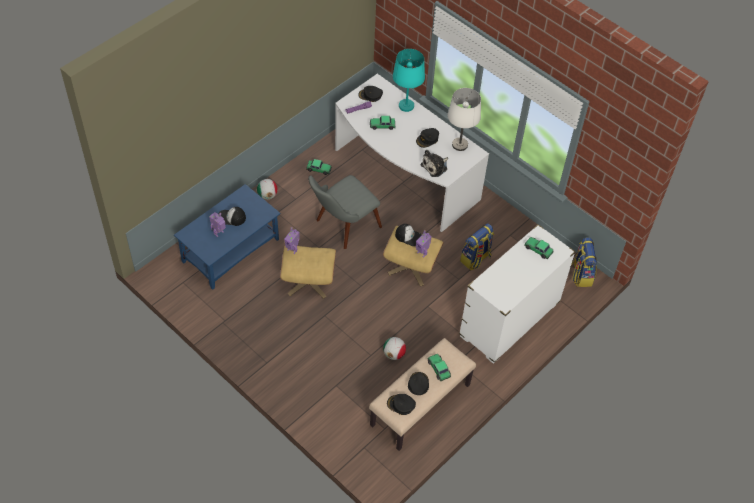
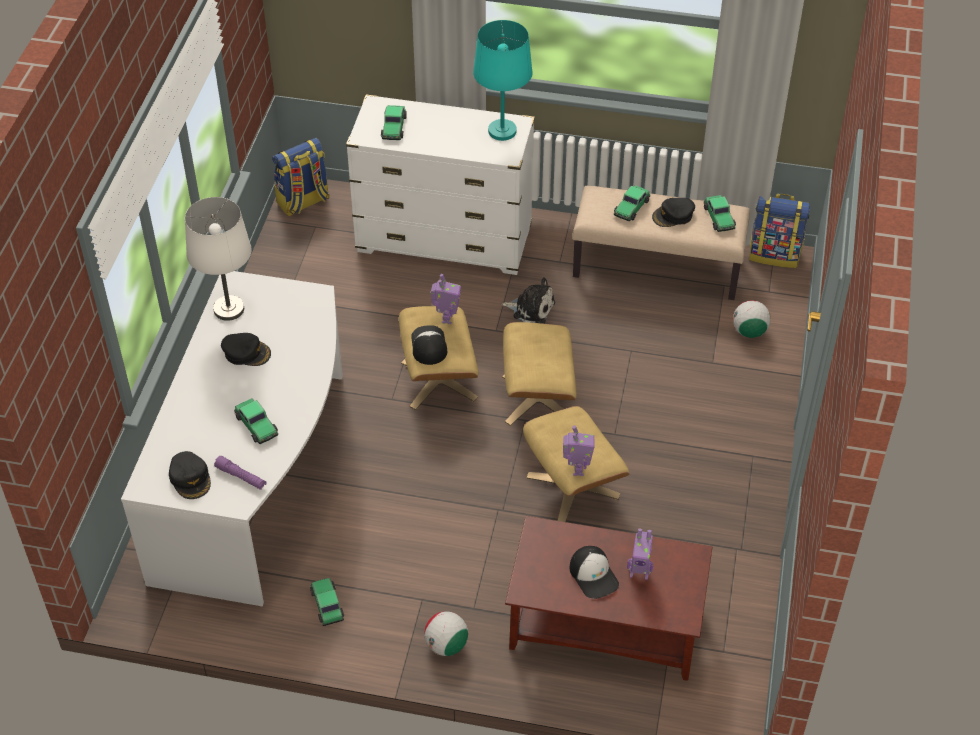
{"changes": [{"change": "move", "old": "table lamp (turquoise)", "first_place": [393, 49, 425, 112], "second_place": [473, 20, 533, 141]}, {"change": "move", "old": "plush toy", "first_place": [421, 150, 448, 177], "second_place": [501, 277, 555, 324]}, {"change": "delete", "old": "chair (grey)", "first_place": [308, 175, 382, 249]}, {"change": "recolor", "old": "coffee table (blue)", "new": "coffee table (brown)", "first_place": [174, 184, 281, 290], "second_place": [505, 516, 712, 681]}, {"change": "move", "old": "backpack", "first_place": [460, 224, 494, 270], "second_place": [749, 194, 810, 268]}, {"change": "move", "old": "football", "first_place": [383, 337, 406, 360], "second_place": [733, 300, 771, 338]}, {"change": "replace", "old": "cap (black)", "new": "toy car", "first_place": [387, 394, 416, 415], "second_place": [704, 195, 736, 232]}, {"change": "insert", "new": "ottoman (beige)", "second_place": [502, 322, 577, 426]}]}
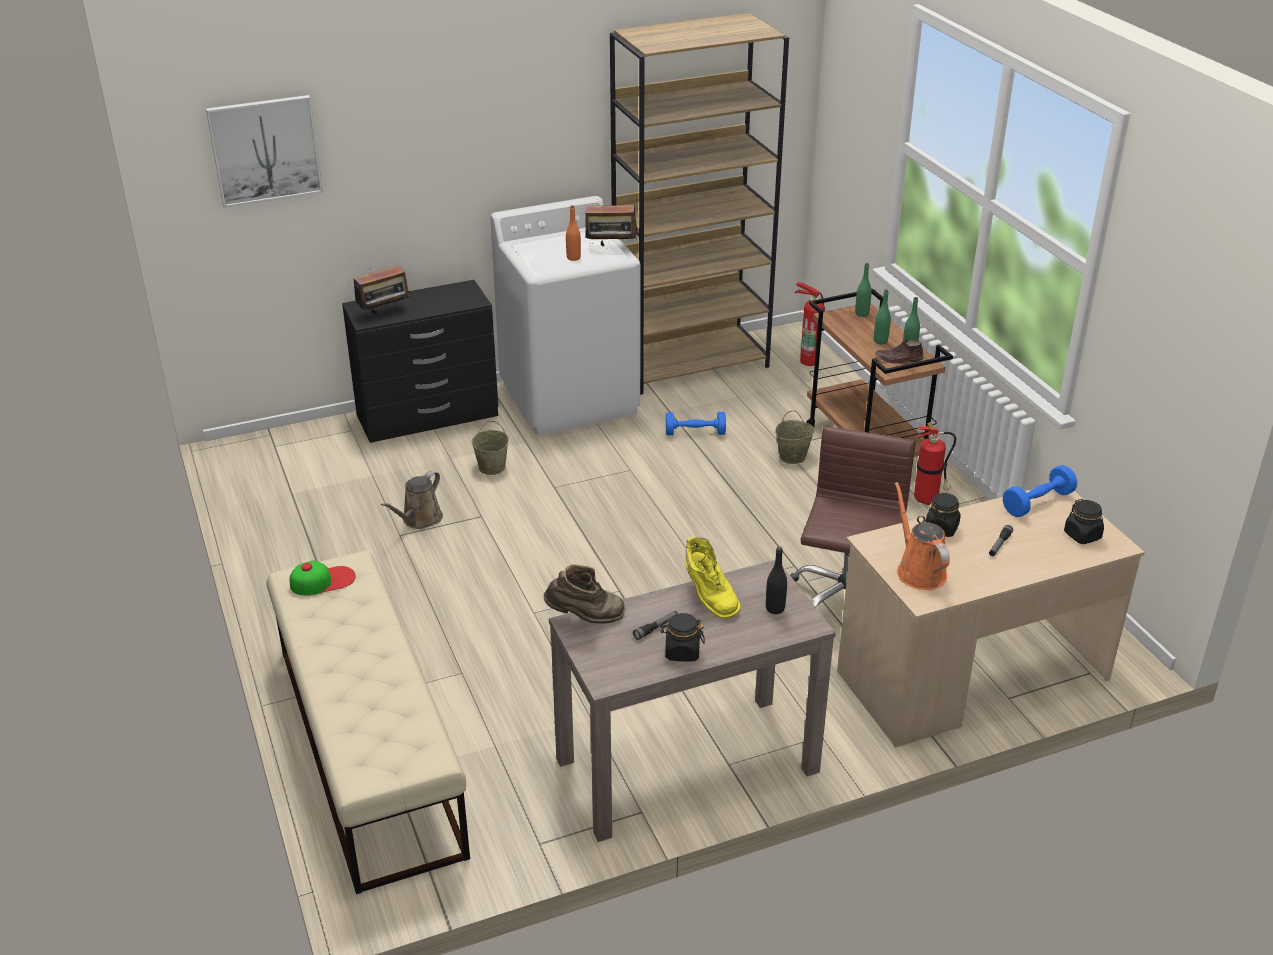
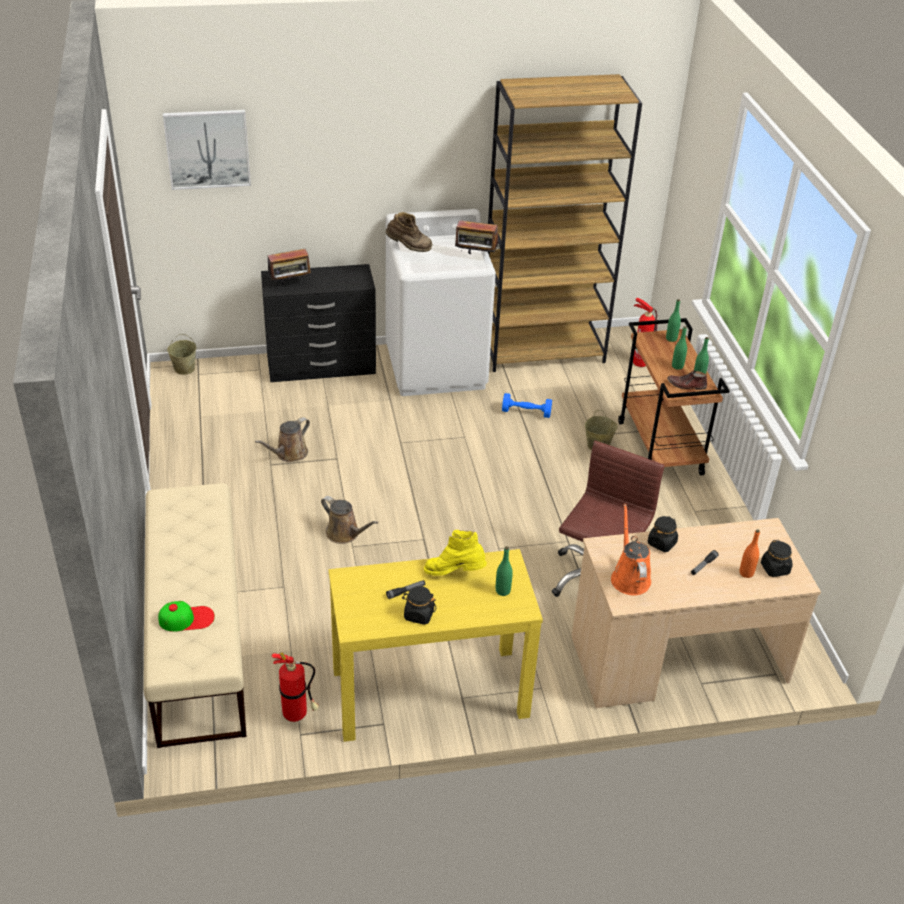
{"changes": [{"change": "move", "old": "bottle (orange)", "first_place": [566, 205, 581, 261], "second_place": [740, 529, 760, 578]}, {"change": "move", "old": "bucket (beige)", "first_place": [472, 421, 509, 475], "second_place": [167, 334, 196, 375]}, {"change": "move", "old": "fire extinguisher", "first_place": [914, 422, 956, 505], "second_place": [271, 652, 319, 722]}, {"change": "delete", "old": "dumbbell (blue)", "first_place": [1003, 465, 1077, 517]}, {"change": "rotate", "old": "boot (yellow)", "first_place": [686, 536, 741, 619], "second_place": [424, 530, 487, 576], "degrees": 120}, {"change": "recolor", "old": "bottle (black)", "new": "bottle (green)", "first_place": [766, 546, 787, 614], "second_place": [496, 546, 513, 596]}, {"change": "recolor", "old": "console table (brown)", "new": "console table (yellow)", "first_place": [549, 560, 836, 842], "second_place": [328, 549, 543, 742]}, {"change": "move", "old": "cap", "first_place": [289, 561, 356, 596], "second_place": [158, 601, 215, 632]}, {"change": "move", "old": "boot (brown)", "first_place": [544, 564, 625, 623], "second_place": [386, 212, 432, 252]}, {"change": "insert", "new": "watering can (brown)", "second_place": [321, 496, 378, 544]}]}
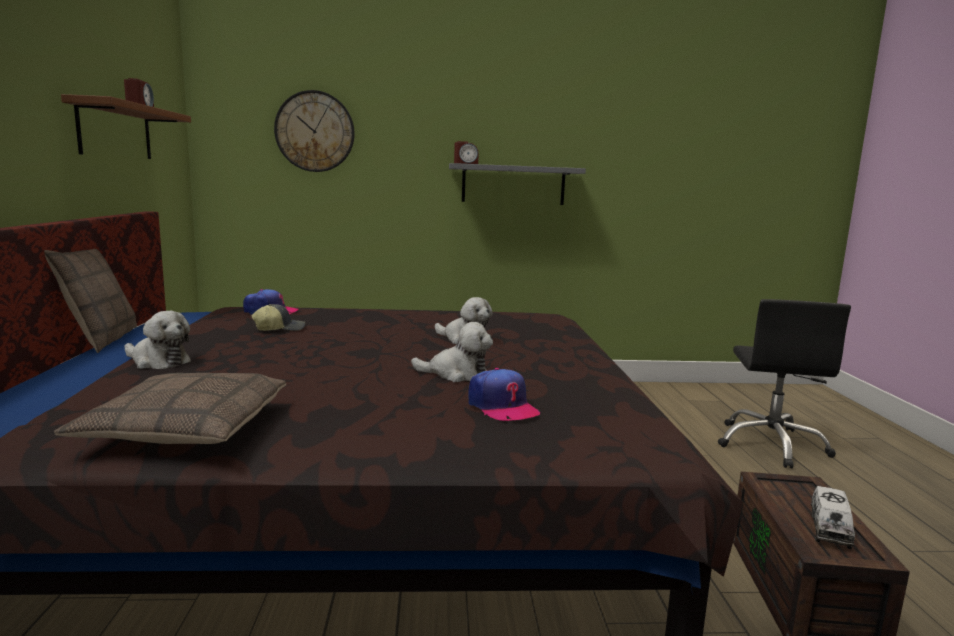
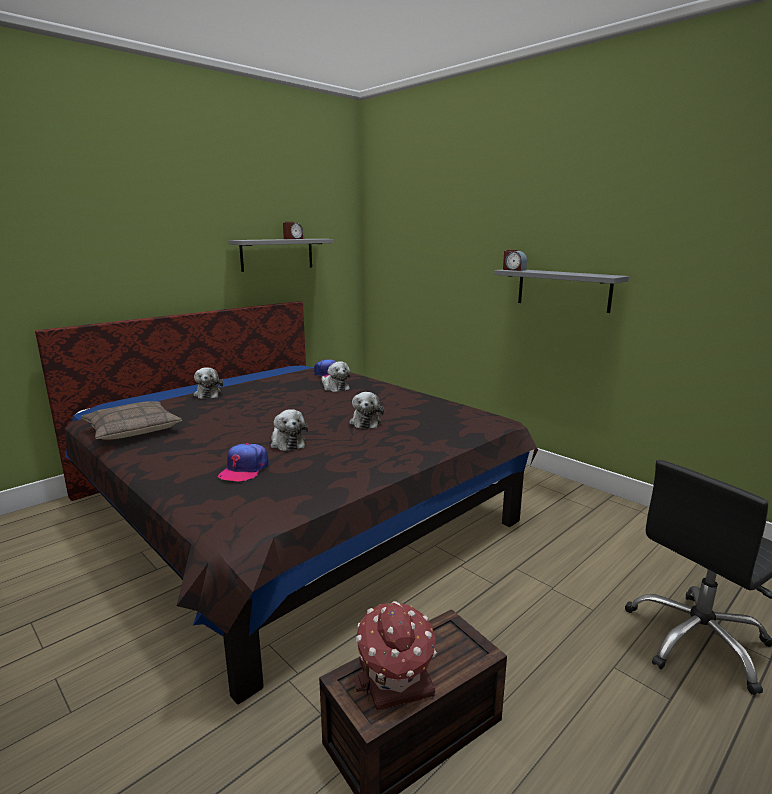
{"changes": [{"change": "delete", "old": "wall clock", "first_place": [274, 90, 355, 172]}, {"change": "recolor", "old": "shelf (brown)", "new": "shelf (grey)", "first_place": [61, 94, 191, 159], "second_place": [228, 239, 333, 272]}, {"change": "delete", "old": "pillow", "first_place": [44, 249, 137, 353]}, {"change": "delete", "old": "cap", "first_place": [252, 304, 305, 331]}, {"change": "replace", "old": "toy truck", "new": "toy house", "first_place": [811, 486, 855, 549], "second_place": [354, 601, 437, 711]}, {"change": "insert", "new": "plush toy", "second_place": [322, 362, 350, 392]}]}
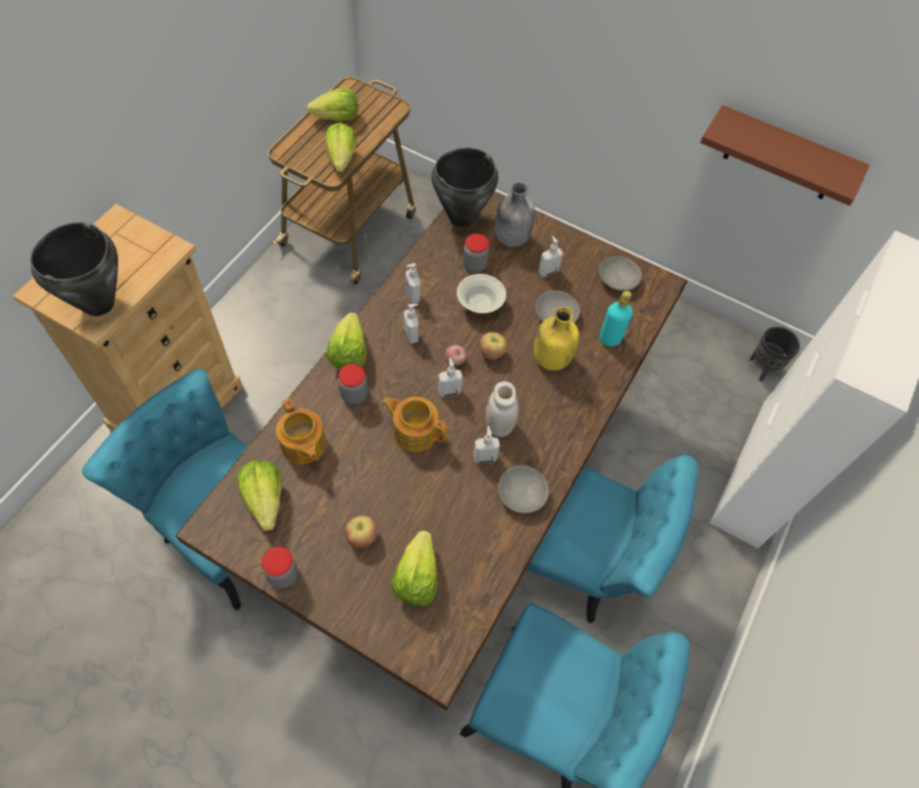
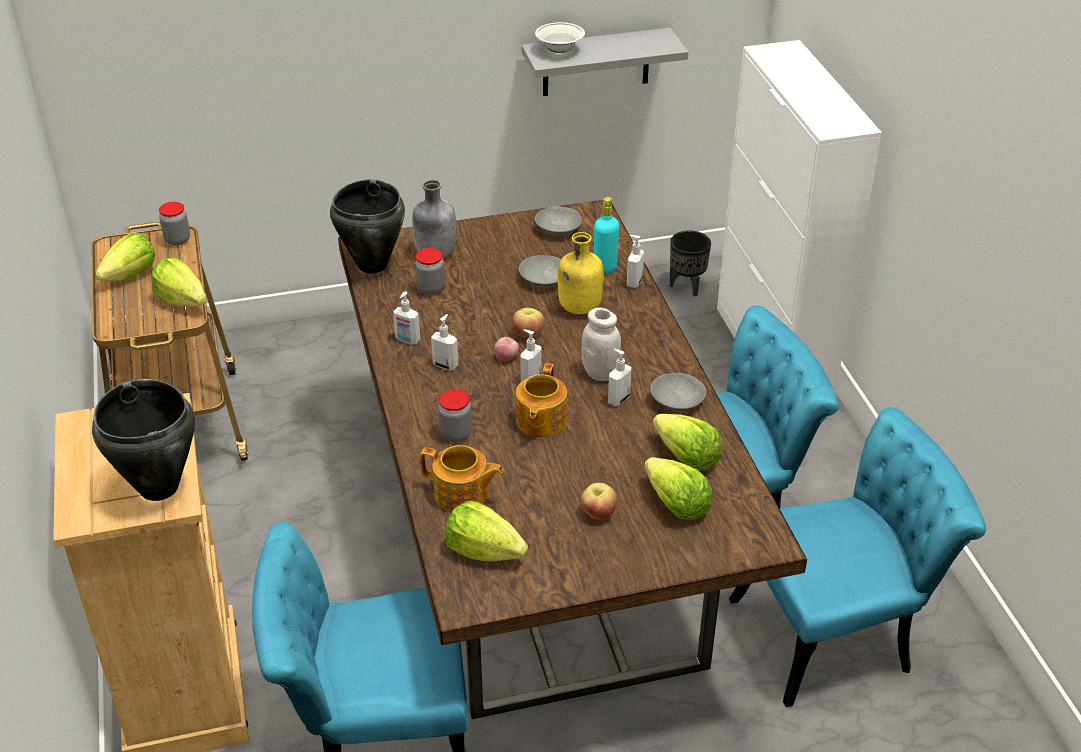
{"changes": [{"change": "recolor", "old": "shelf (brown)", "new": "shelf (grey)", "first_place": [700, 105, 870, 206], "second_place": [522, 28, 688, 96]}, {"change": "move", "old": "soap dispenser", "first_place": [538, 236, 563, 277], "second_place": [627, 235, 644, 288]}, {"change": "move", "old": "bowl (white)", "first_place": [457, 274, 506, 313], "second_place": [535, 22, 585, 53]}, {"change": "move", "old": "lettuce", "first_place": [326, 312, 366, 370], "second_place": [653, 414, 722, 471]}, {"change": "rotate", "old": "teapot", "first_place": [382, 397, 448, 452], "second_place": [516, 363, 567, 437], "degrees": -60}, {"change": "move", "old": "jar", "first_place": [262, 547, 298, 588], "second_place": [159, 202, 190, 245]}]}
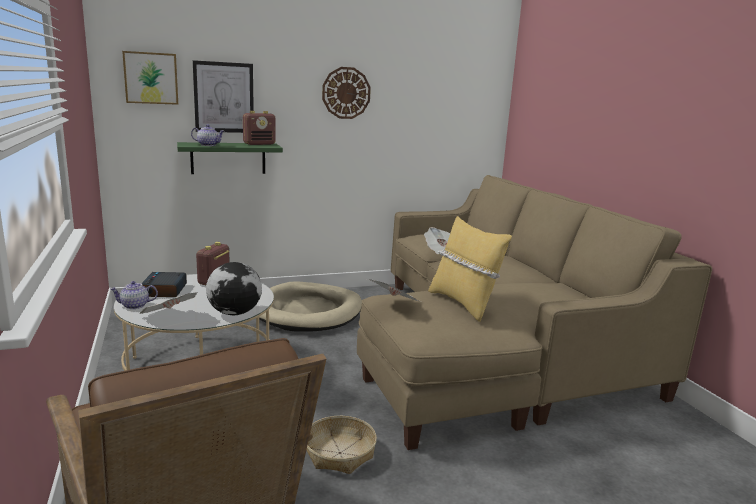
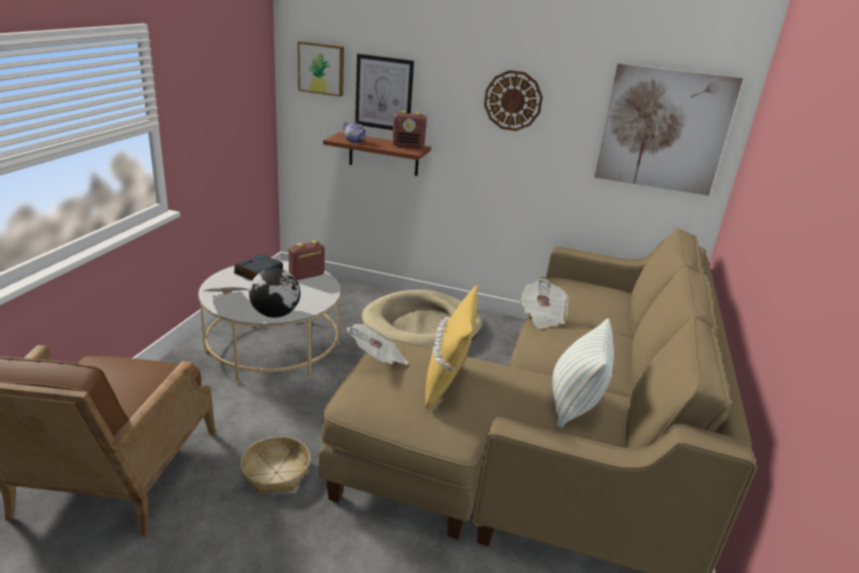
{"changes": [{"change": "recolor", "old": "shelf (green)", "new": "shelf (brown)", "first_place": [177, 142, 283, 174], "second_place": [323, 132, 431, 176]}, {"change": "delete", "old": "teapot", "first_place": [110, 281, 158, 309]}, {"change": "insert", "new": "picture", "second_place": [594, 63, 743, 196]}, {"change": "insert", "new": "pillow", "second_place": [552, 318, 614, 428]}]}
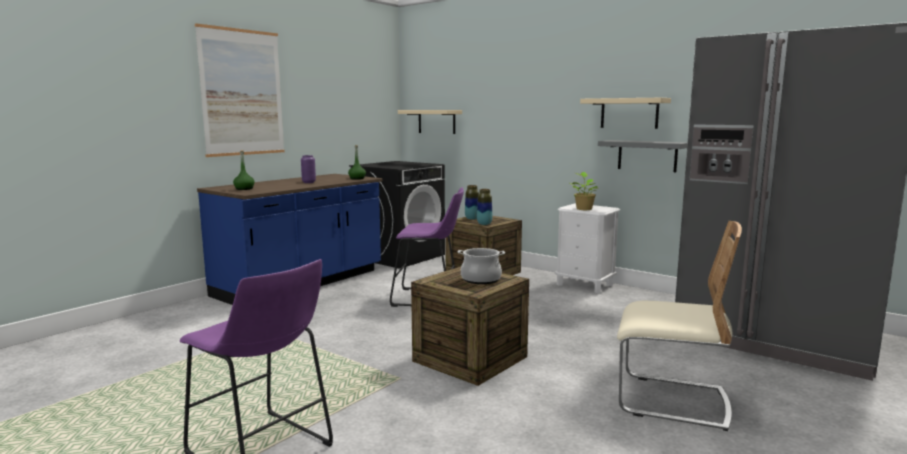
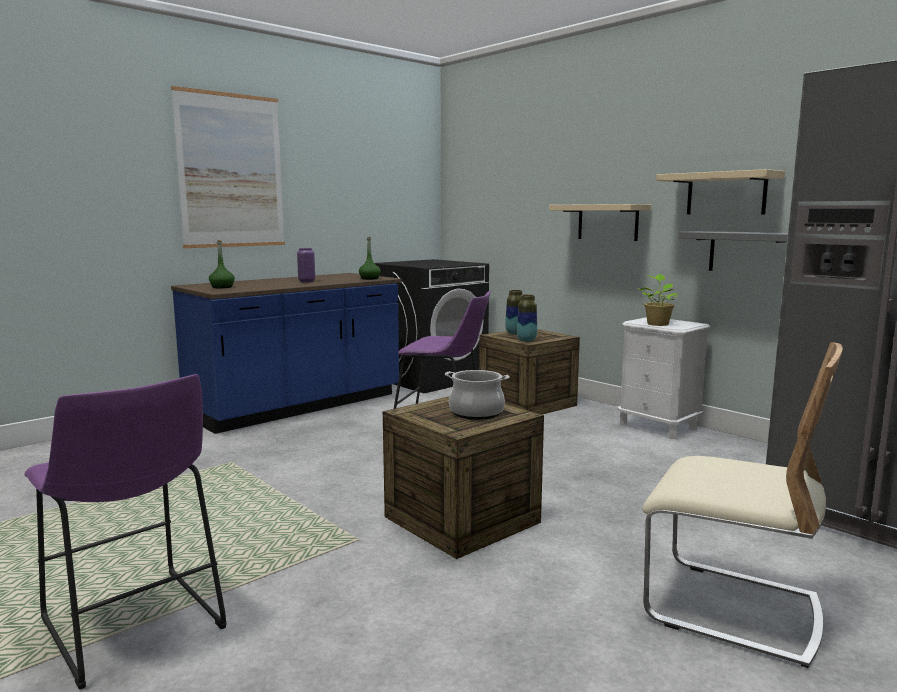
{"changes": [{"change": "move", "old": "shelf (beige)", "first_place": [398, 110, 462, 134], "second_place": [549, 204, 651, 241]}]}
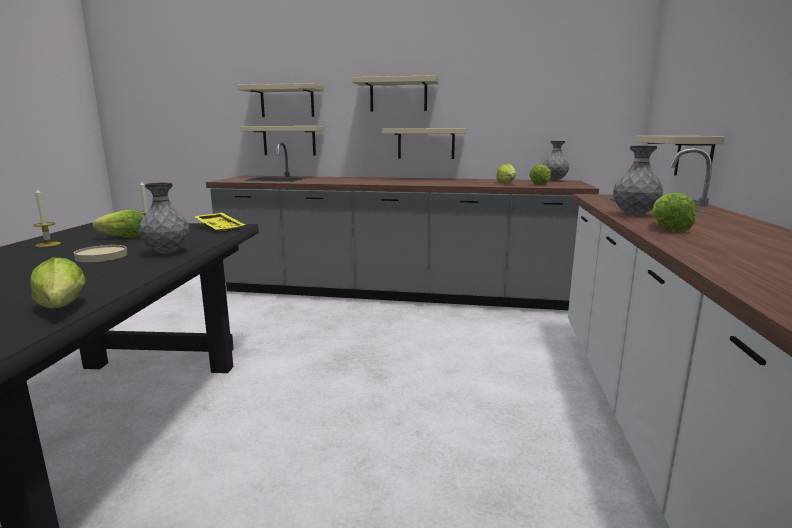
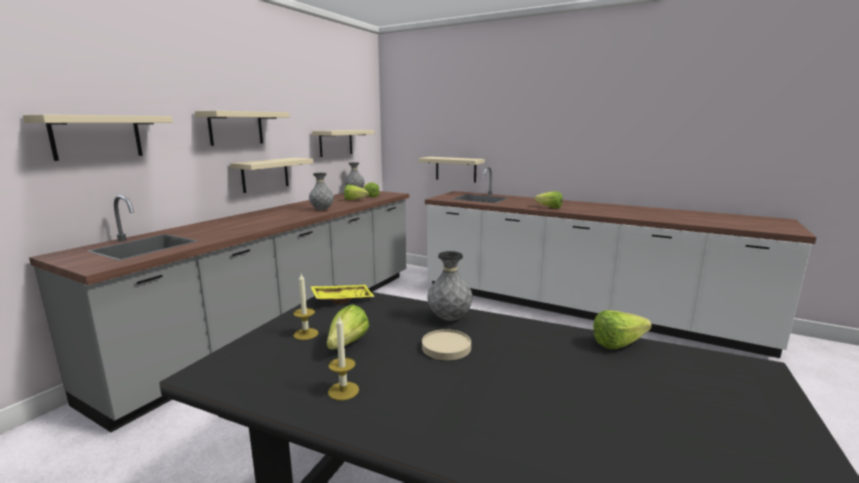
{"changes": [{"change": "move", "old": "shelf (beige)", "first_place": [240, 126, 325, 156], "second_place": [312, 130, 374, 157]}, {"change": "move", "old": "vase (grey)", "first_place": [613, 146, 663, 215], "second_place": [309, 173, 334, 210]}]}
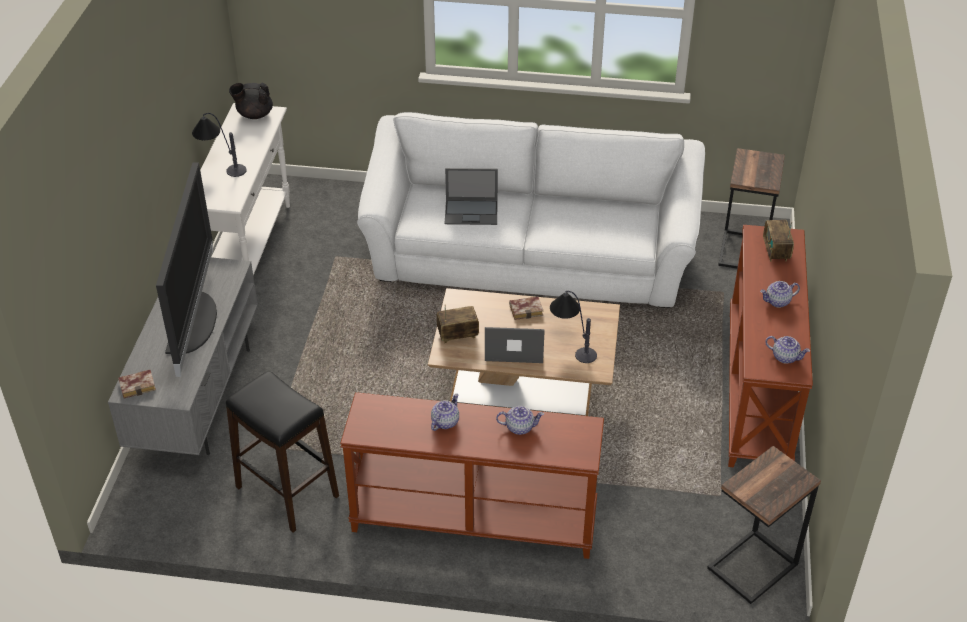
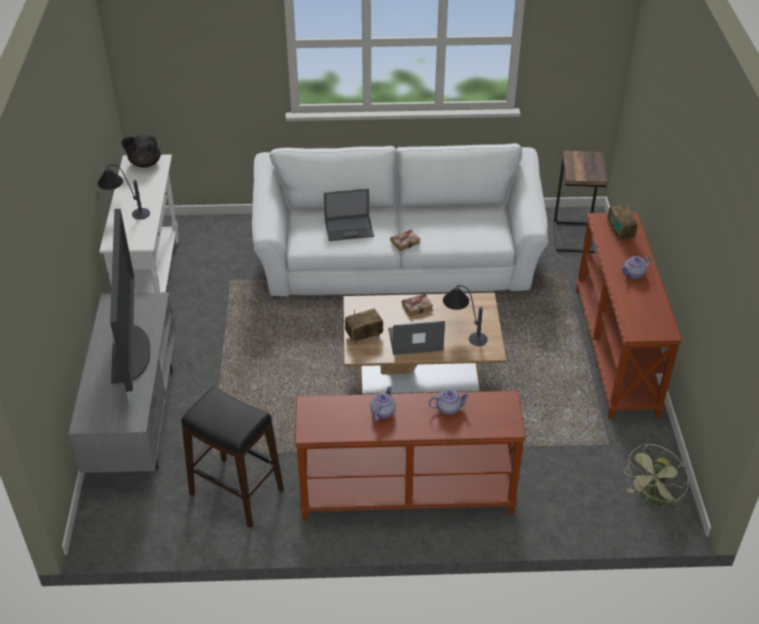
{"changes": [{"change": "delete", "old": "teapot", "first_place": [765, 336, 810, 364]}, {"change": "move", "old": "book", "first_place": [118, 370, 156, 398], "second_place": [390, 230, 420, 251]}, {"change": "replace", "old": "side table", "new": "fan (green)", "first_place": [707, 446, 821, 604], "second_place": [623, 444, 689, 511]}]}
